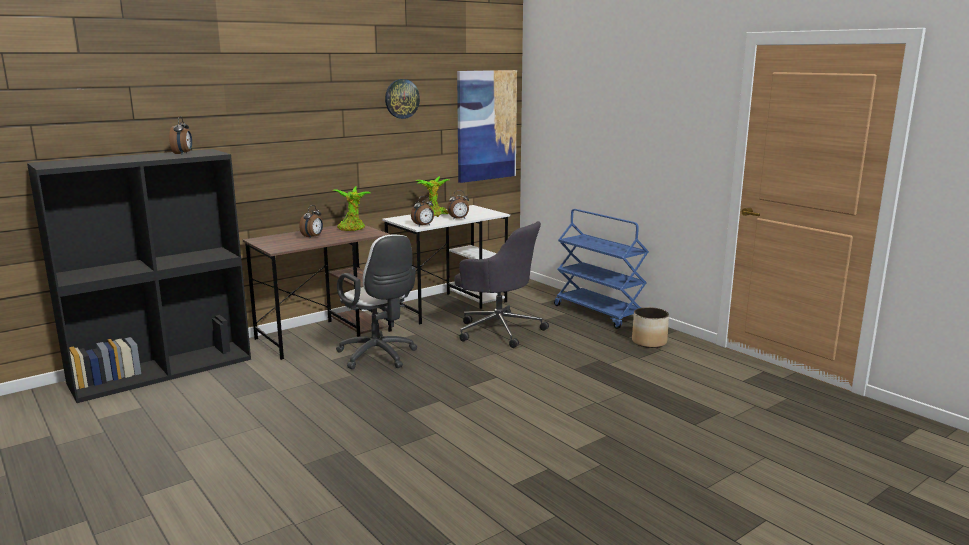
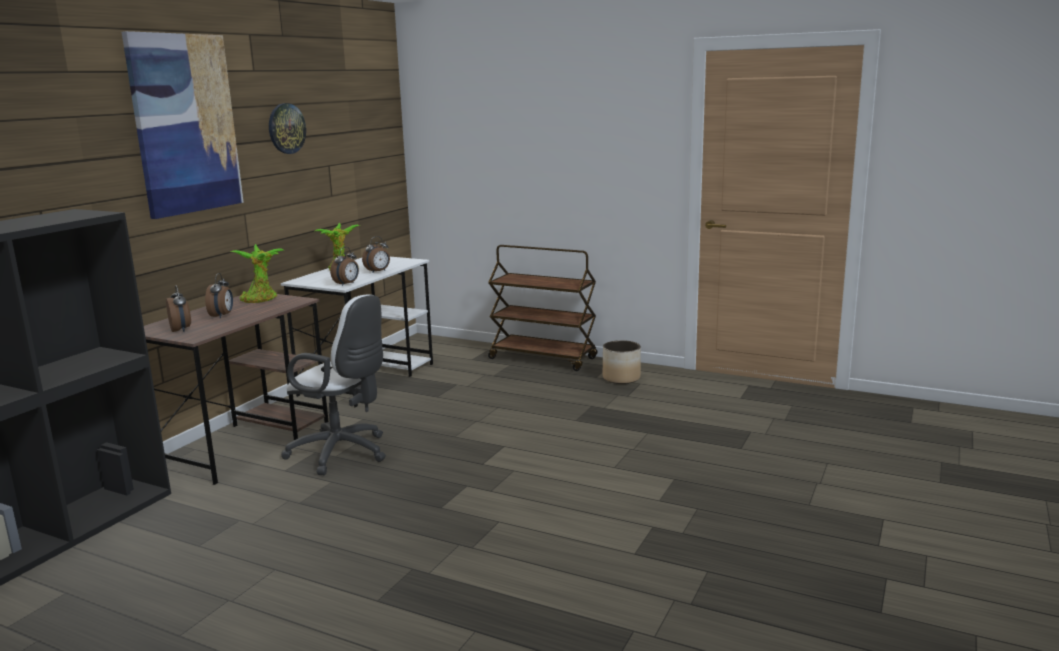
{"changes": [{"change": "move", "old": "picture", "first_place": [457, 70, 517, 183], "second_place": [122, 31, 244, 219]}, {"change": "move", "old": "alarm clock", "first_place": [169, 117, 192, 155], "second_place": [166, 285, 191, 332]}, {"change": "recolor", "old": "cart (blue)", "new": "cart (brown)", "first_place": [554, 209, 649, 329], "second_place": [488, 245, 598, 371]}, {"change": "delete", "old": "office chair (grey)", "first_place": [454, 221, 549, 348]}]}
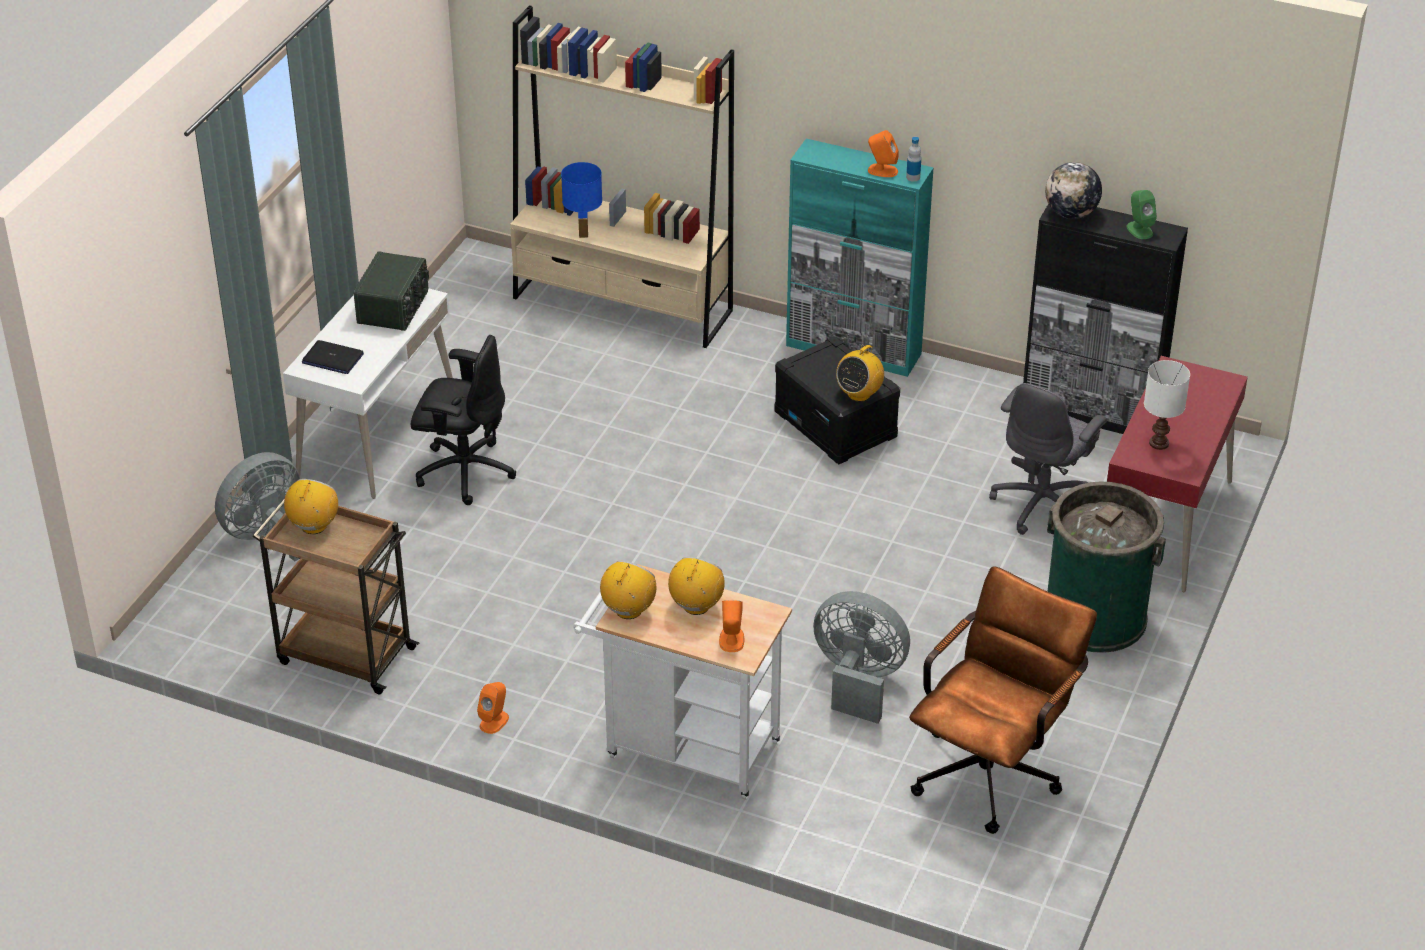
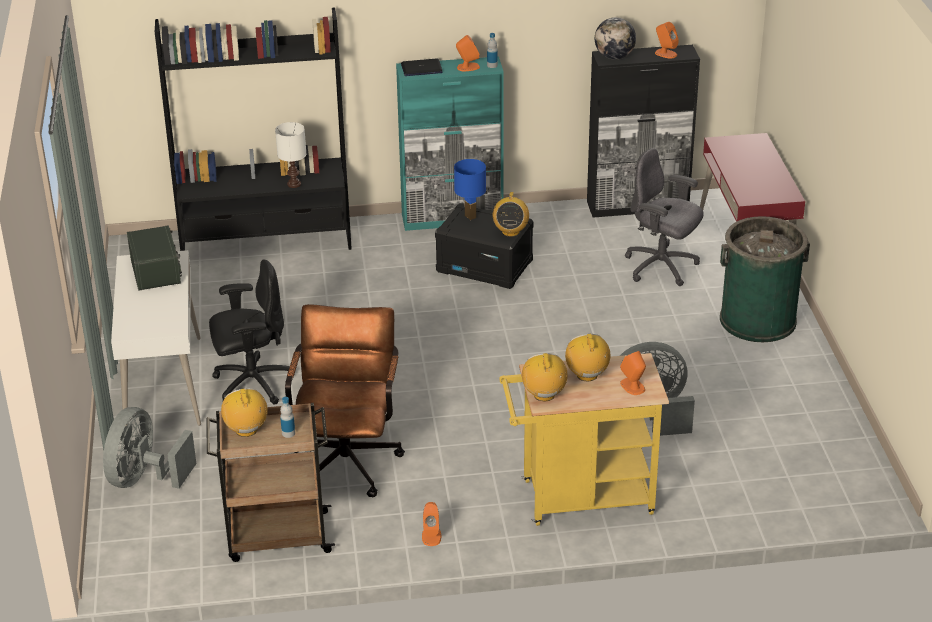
{"changes": [{"change": "recolor", "old": "bookcase (beige)", "new": "bookcase (black)", "first_place": [510, 5, 734, 348], "second_place": [155, 7, 352, 251]}, {"change": "move", "old": "table lamp (blue)", "first_place": [561, 162, 602, 238], "second_place": [454, 159, 486, 220]}, {"change": "recolor", "old": "speaker (green)", "new": "speaker (orange)", "first_place": [1126, 190, 1157, 239], "second_place": [655, 22, 679, 59]}, {"change": "move", "old": "laptop", "first_place": [302, 340, 364, 374], "second_place": [401, 59, 443, 76]}, {"change": "move", "old": "table lamp (white)", "first_place": [1144, 360, 1190, 450], "second_place": [275, 122, 306, 188]}, {"change": "rotate", "old": "office chair (grey)", "first_place": [989, 383, 1107, 535], "second_place": [625, 148, 704, 286], "degrees": 120}, {"change": "recolor", "old": "cart (white)", "new": "cart (yellow)", "first_place": [573, 564, 792, 800], "second_place": [499, 353, 669, 526]}, {"change": "move", "old": "office chair (brown)", "first_place": [909, 566, 1097, 834], "second_place": [285, 304, 405, 497]}, {"change": "insert", "new": "bottle", "second_place": [280, 397, 295, 438]}]}
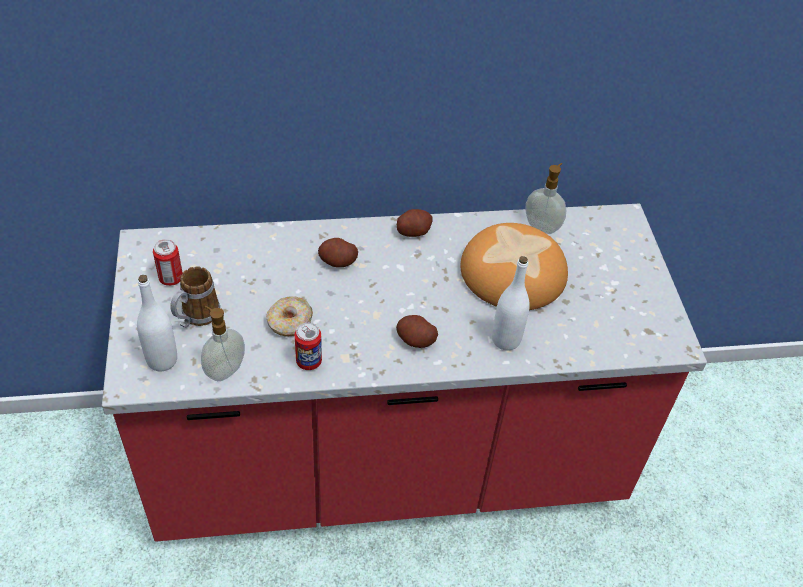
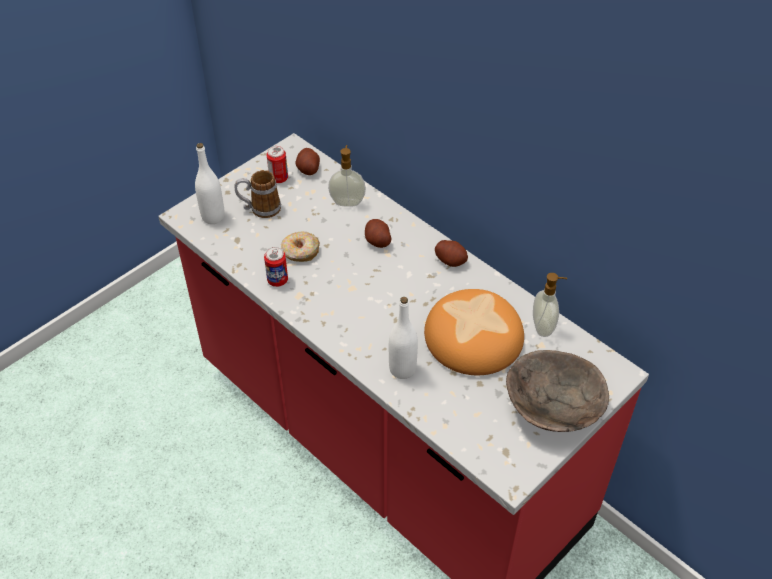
{"changes": [{"change": "move", "old": "soap dispenser", "first_place": [201, 306, 245, 381], "second_place": [328, 145, 366, 207]}, {"change": "move", "old": "potato", "first_place": [396, 315, 438, 348], "second_place": [295, 148, 320, 175]}, {"change": "insert", "new": "bowl (brown)", "second_place": [506, 350, 609, 432]}]}
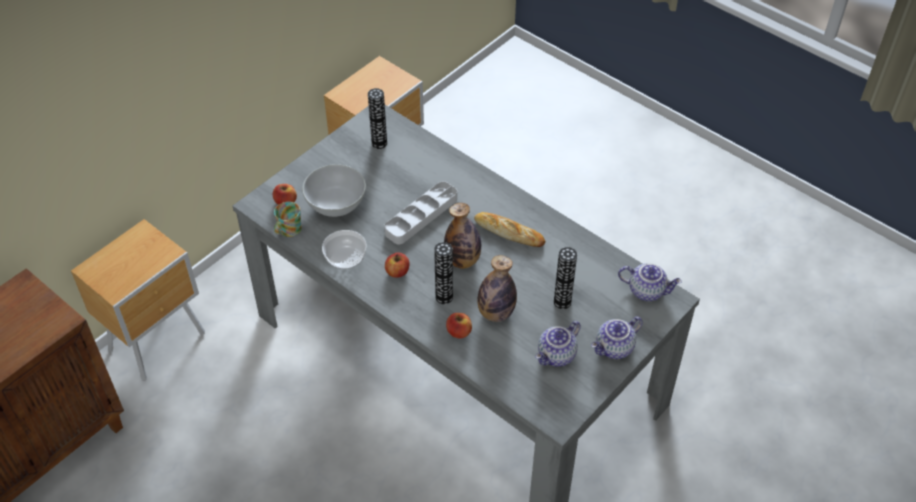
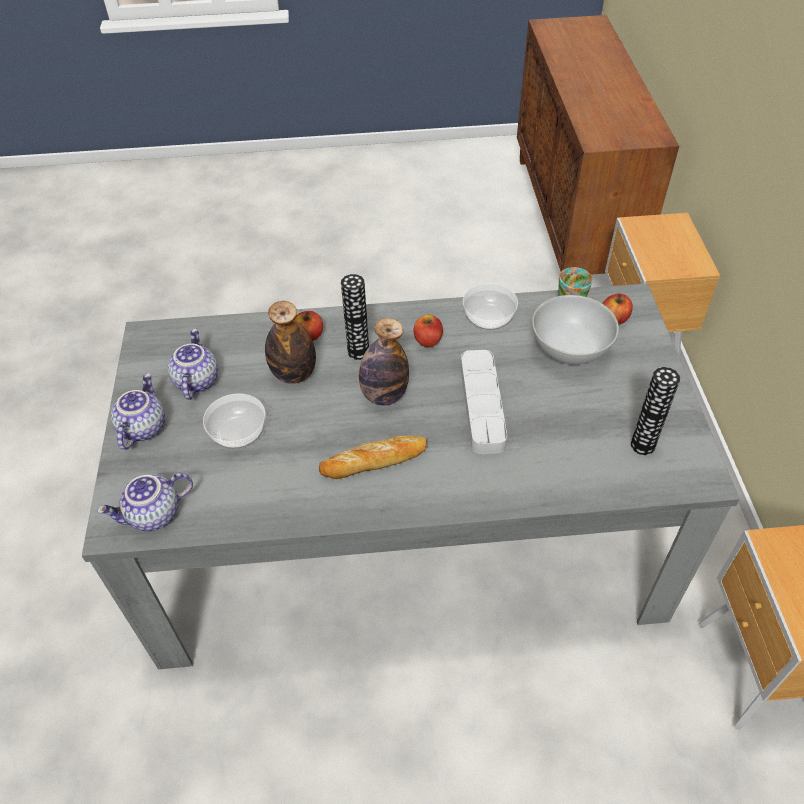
{"changes": [{"change": "replace", "old": "vase", "new": "bowl", "first_place": [554, 247, 577, 309], "second_place": [203, 393, 266, 449]}]}
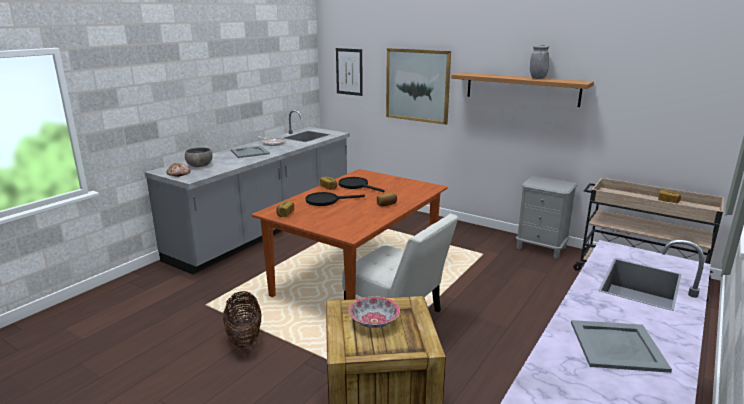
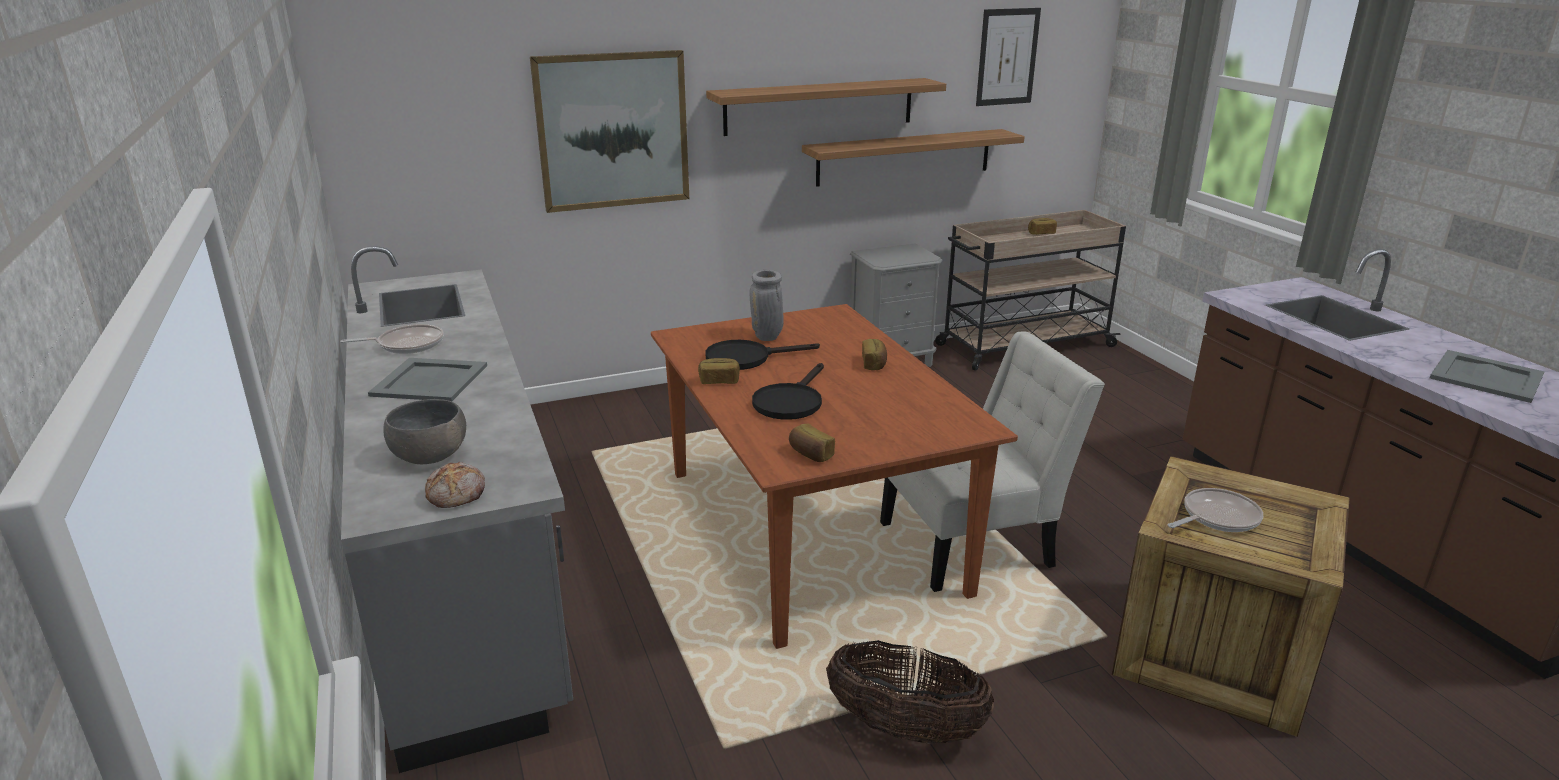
{"changes": [{"change": "move", "old": "vase (grey)", "first_place": [530, 45, 549, 79], "second_place": [749, 270, 784, 341]}, {"change": "move", "old": "picture", "first_place": [336, 48, 363, 96], "second_place": [976, 8, 1041, 106]}, {"change": "replace", "old": "bowl", "new": "frying pan", "first_place": [349, 296, 400, 328], "second_place": [1168, 488, 1263, 532]}, {"change": "insert", "new": "shelf", "second_place": [802, 129, 1025, 187]}]}
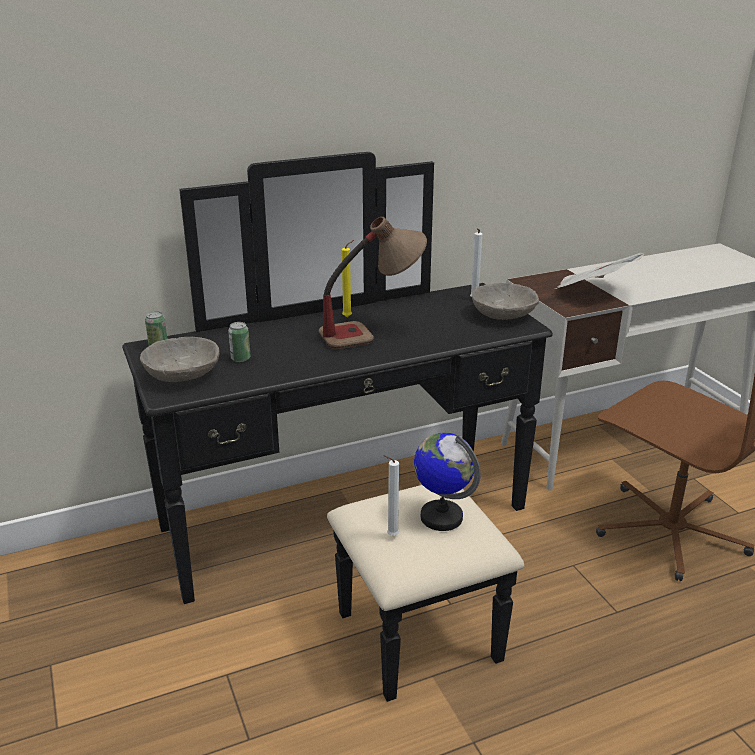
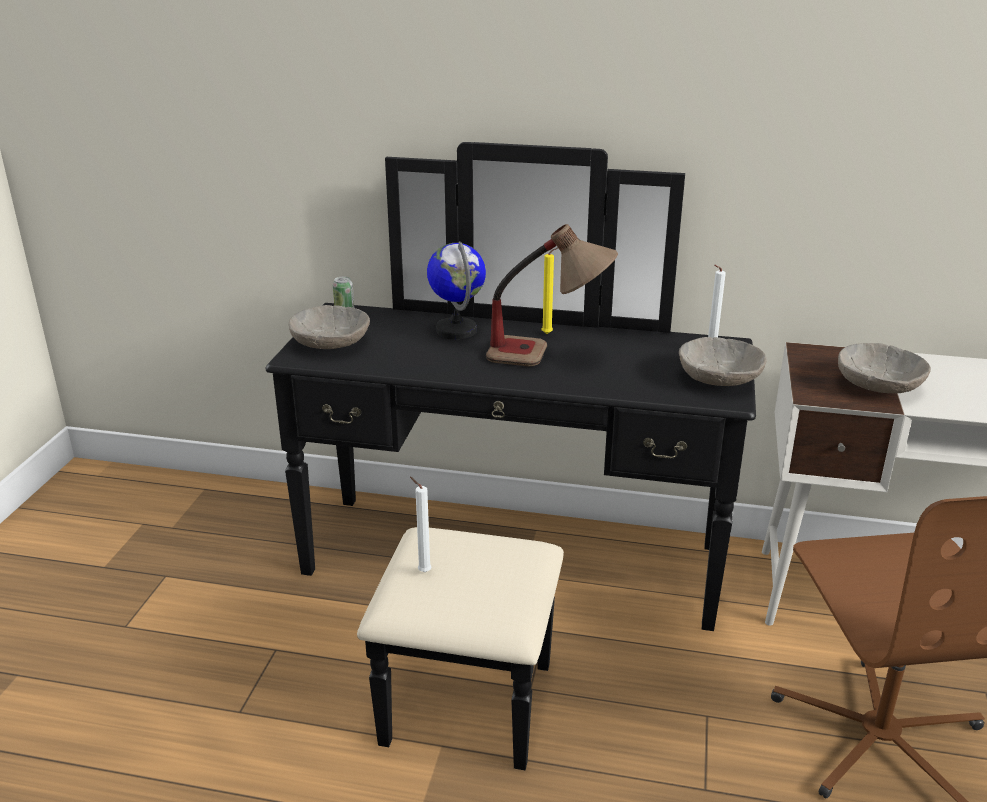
{"changes": [{"change": "replace", "old": "newspaper", "new": "bowl (grey)", "first_place": [555, 253, 644, 289], "second_place": [838, 343, 931, 393]}, {"change": "delete", "old": "can", "first_place": [228, 322, 251, 362]}, {"change": "move", "old": "globe", "first_place": [414, 432, 481, 531], "second_place": [427, 241, 486, 340]}]}
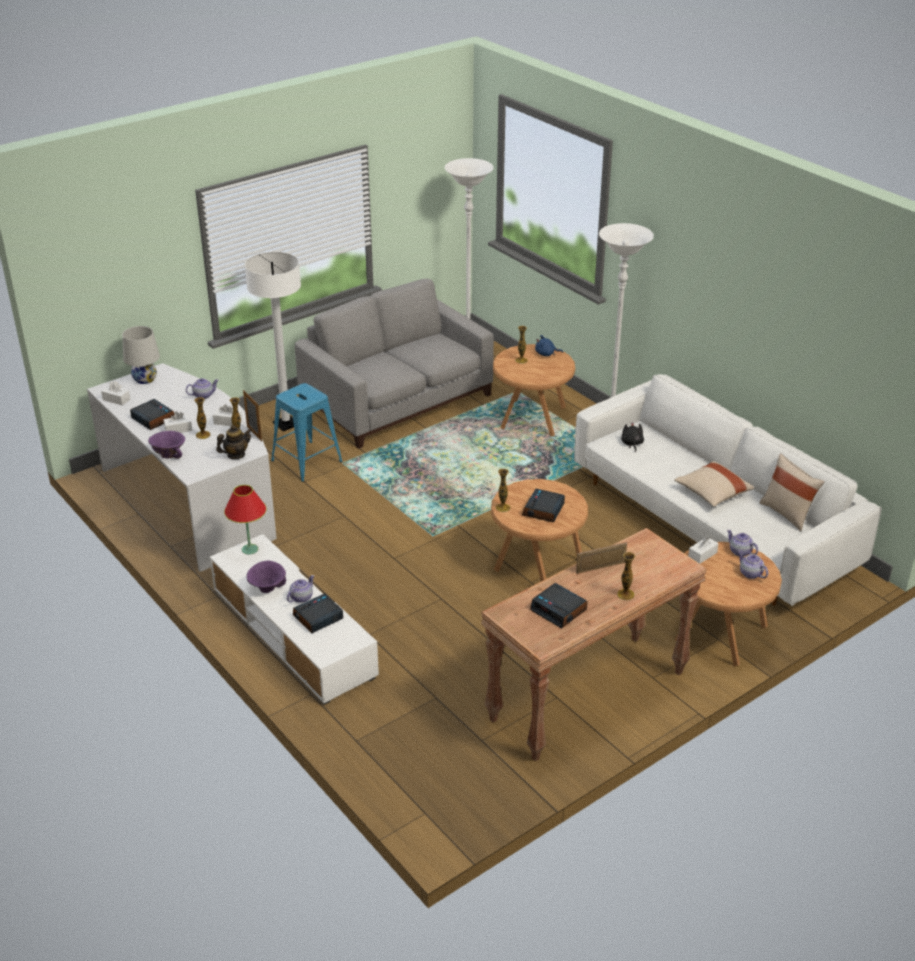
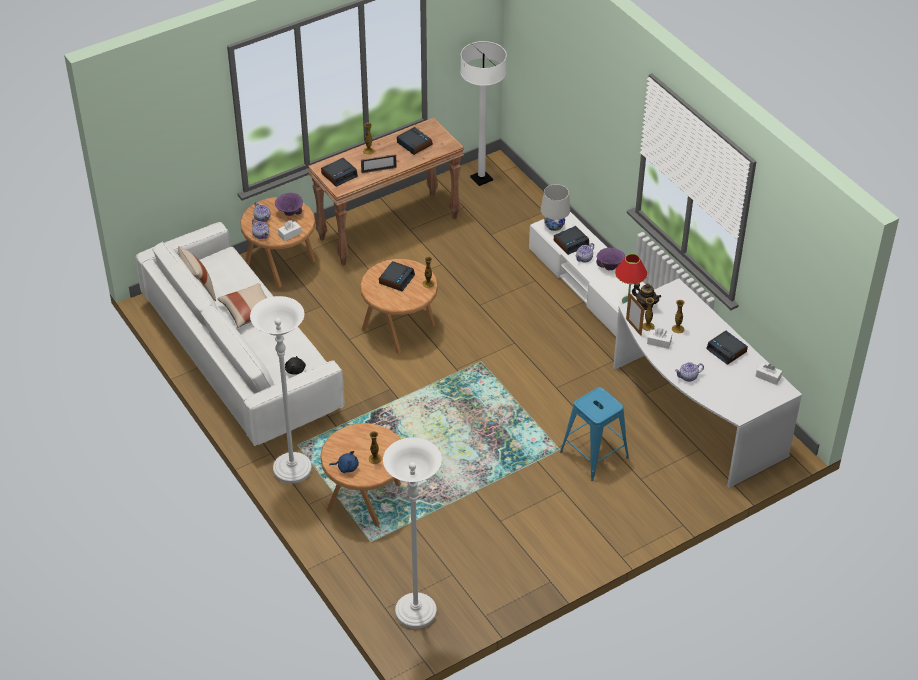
{"changes": [{"change": "move", "old": "floor lamp (white)", "first_place": [245, 251, 301, 431], "second_place": [461, 41, 507, 186]}, {"change": "delete", "old": "sofa (grey)", "first_place": [295, 279, 494, 449]}, {"change": "move", "old": "table lamp (white)", "first_place": [122, 326, 160, 384], "second_place": [541, 184, 570, 231]}, {"change": "delete", "old": "tissue box (white)", "first_place": [164, 412, 192, 433]}, {"change": "rotate", "old": "teapot", "first_place": [216, 425, 252, 459], "second_place": [632, 283, 661, 310], "degrees": -120}, {"change": "move", "old": "bowl (purple)", "first_place": [148, 431, 185, 459], "second_place": [275, 193, 303, 216]}, {"change": "insert", "new": "alarm clock", "second_place": [321, 158, 358, 187]}]}
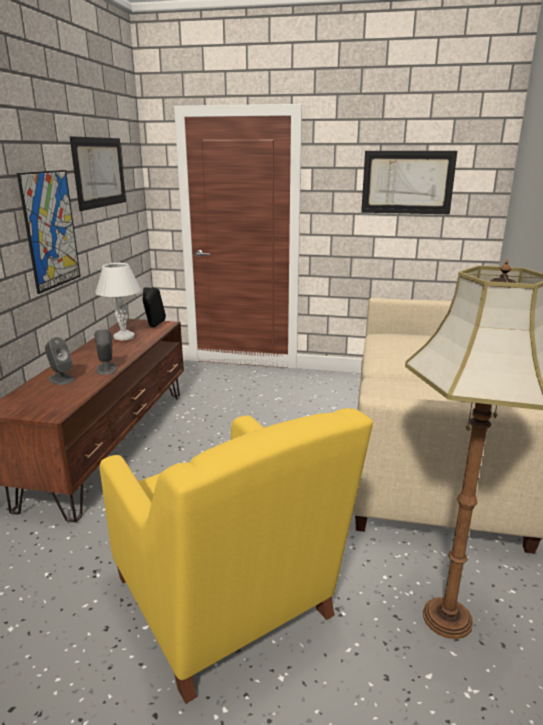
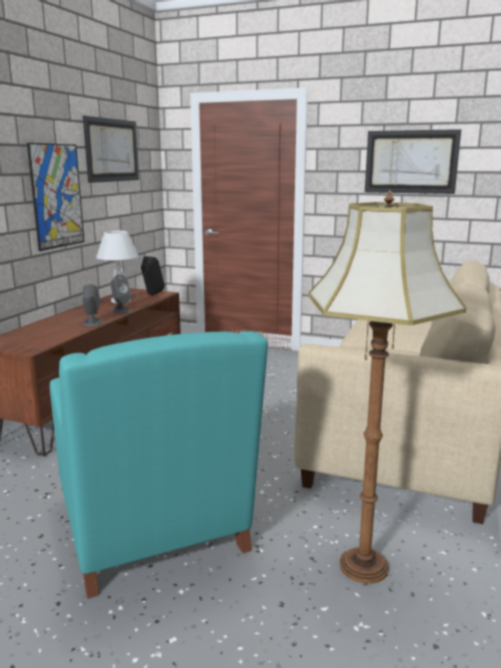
{"changes": [{"change": "move", "old": "speaker (grey)", "first_place": [45, 337, 75, 385], "second_place": [111, 274, 131, 313]}, {"change": "recolor", "old": "armchair (yellow)", "new": "armchair (turquoise)", "first_place": [100, 408, 373, 704], "second_place": [50, 331, 268, 599]}]}
